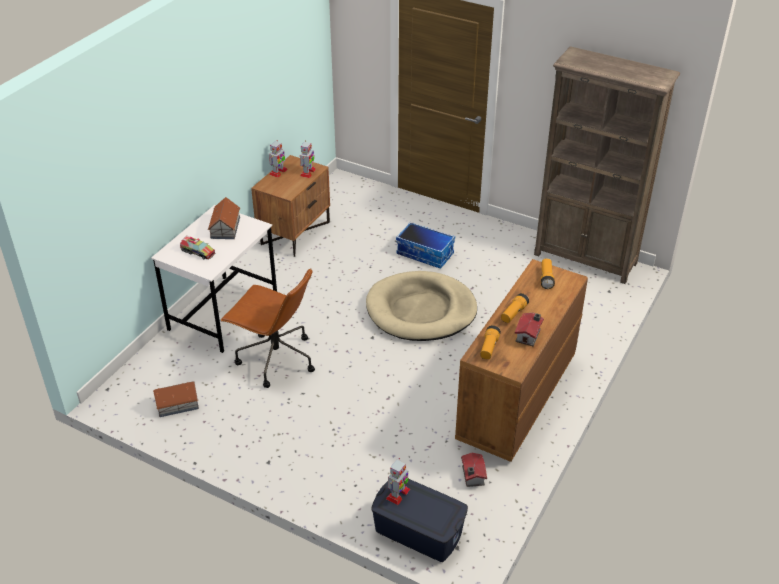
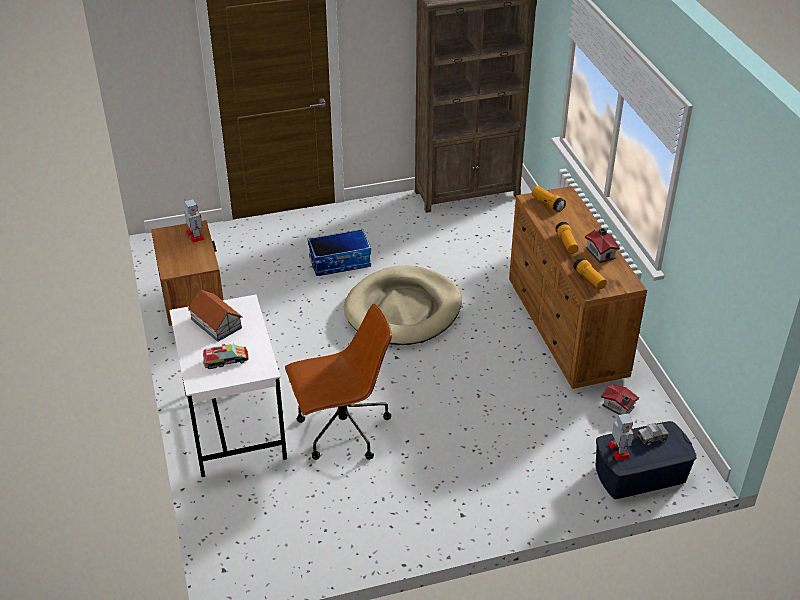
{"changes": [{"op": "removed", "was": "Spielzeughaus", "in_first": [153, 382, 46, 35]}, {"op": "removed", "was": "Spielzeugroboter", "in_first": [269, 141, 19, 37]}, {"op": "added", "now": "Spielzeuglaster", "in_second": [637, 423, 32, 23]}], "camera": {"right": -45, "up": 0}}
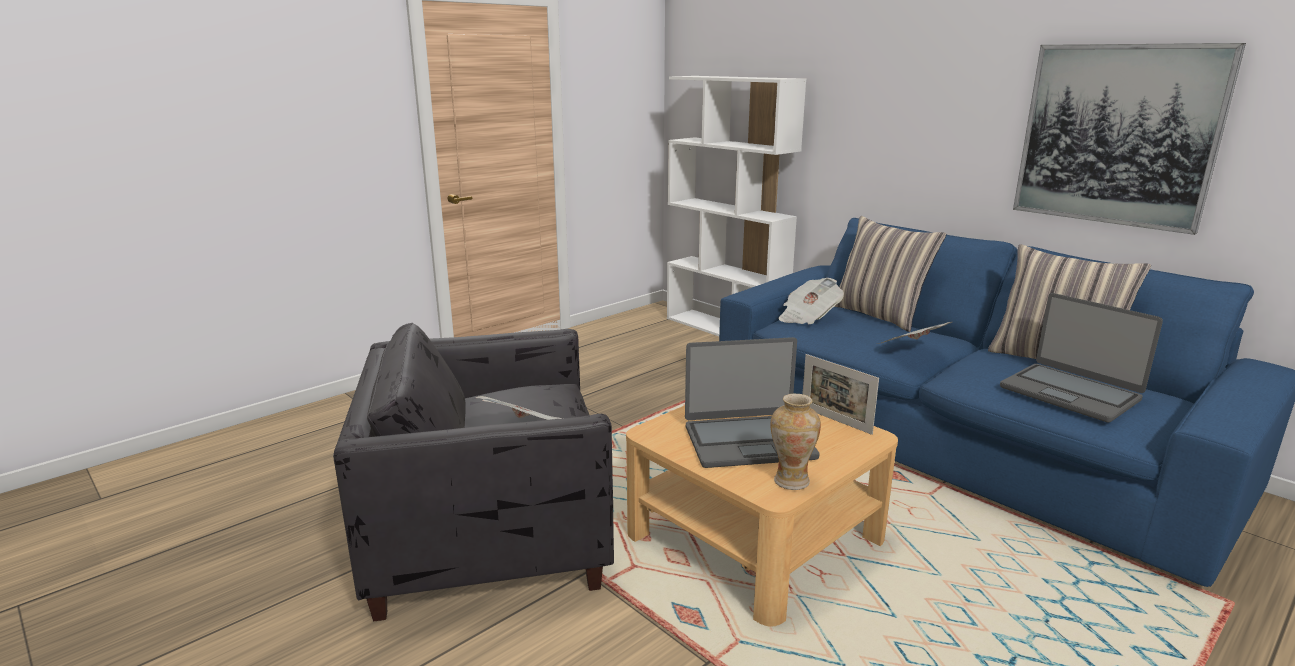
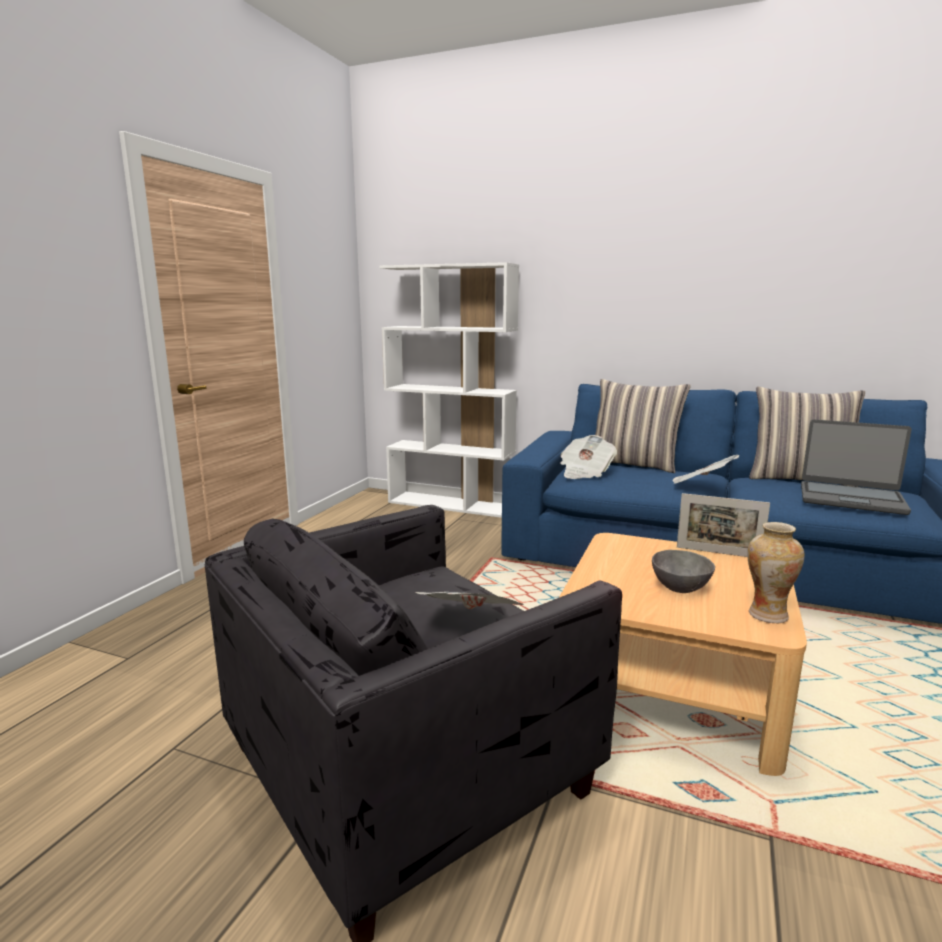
{"changes": [{"op": "replaced", "was": "Laptop", "now": "Schüssel/grau", "in_first": [685, 337, 134, 131], "in_second": [652, 550, 63, 43]}, {"op": "removed", "was": "Bild", "in_first": [1013, 43, 233, 192]}], "camera": {"right": -25, "up": -5}}
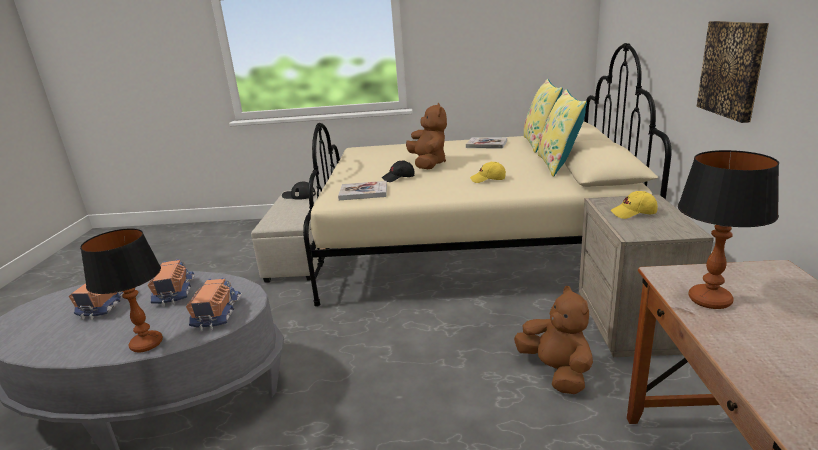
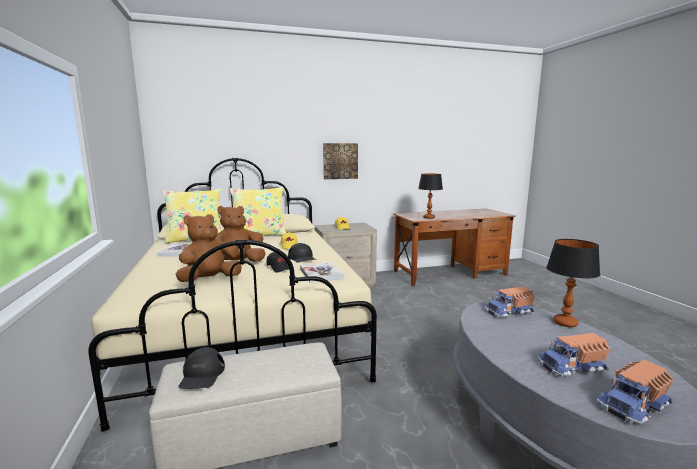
{"changes": [{"op": "moved", "was": "Spielzeuglaster", "in_first": [148, 259, 47, 48], "in_second": [597, 360, 77, 65]}, {"op": "moved", "was": "Plüschtier/braun", "in_first": [514, 286, 79, 108], "in_second": [176, 214, 66, 68]}, {"op": "added", "now": "Kappe/schwarz", "in_second": [288, 243, 28, 20]}], "camera": {"right": -110, "up": -10}}
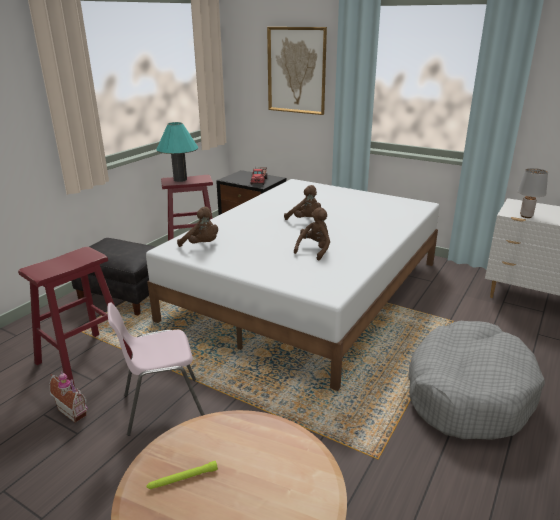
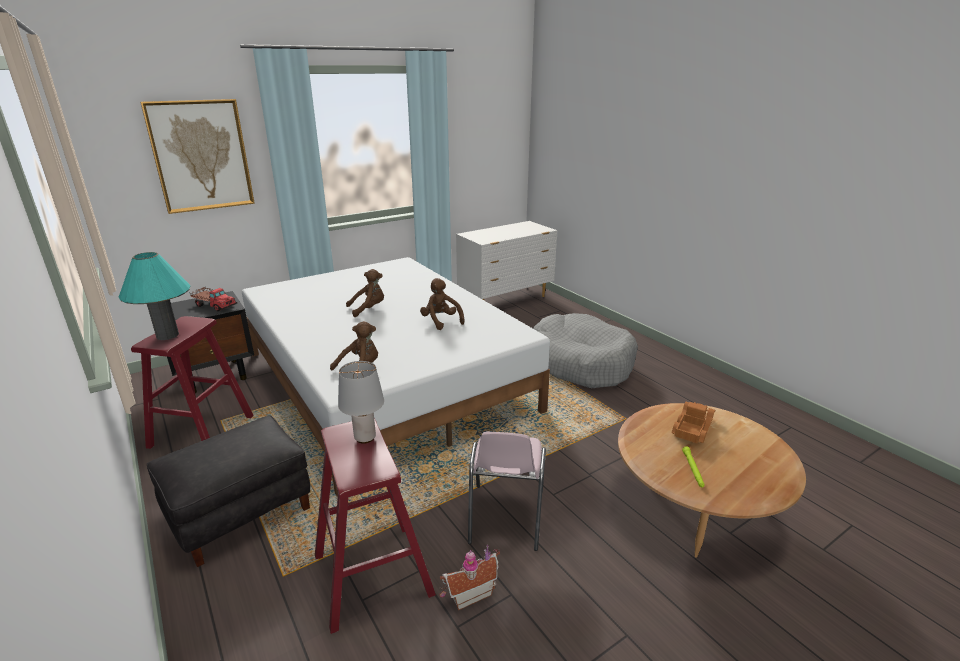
{"changes": [{"op": "moved", "was": "Tischlampe/grau", "in_first": [517, 168, 31, 50], "in_second": [338, 361, 46, 83]}, {"op": "added", "now": "Spielzeuglaster", "in_second": [671, 401, 44, 43]}], "camera": {"right": -65, "up": 0}}
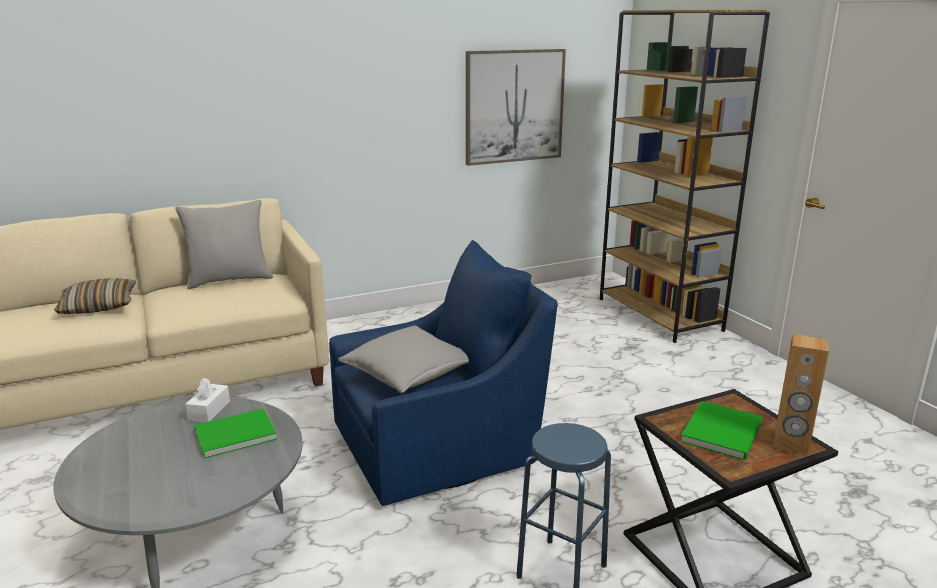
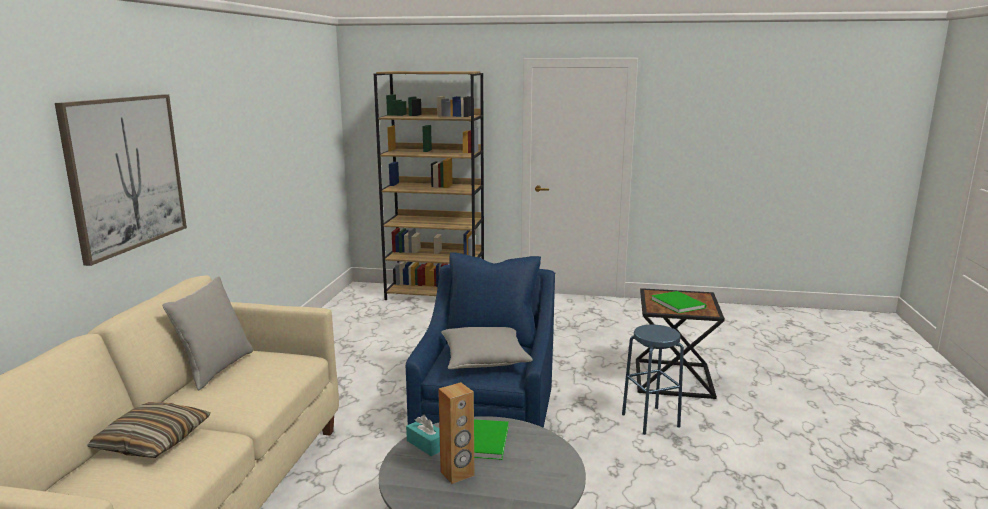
{"changes": [{"op": "recoloured", "was": "Taschentuchbox/weiß", "now": "Taschentuchbox/türkis", "in_first": [185, 378, 45, 44], "in_second": [406, 415, 34, 41]}, {"op": "moved", "was": "Bild", "in_first": [466, 49, 100, 117], "in_second": [55, 94, 132, 172]}, {"op": "moved", "was": "Lautsprecher/braun", "in_first": [774, 334, 55, 121], "in_second": [438, 382, 36, 102]}], "camera": {"right": -55, "up": -5}}
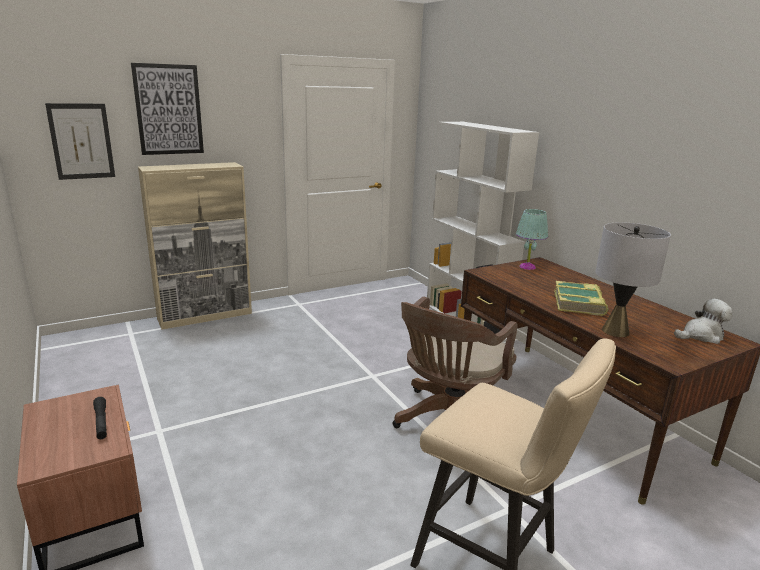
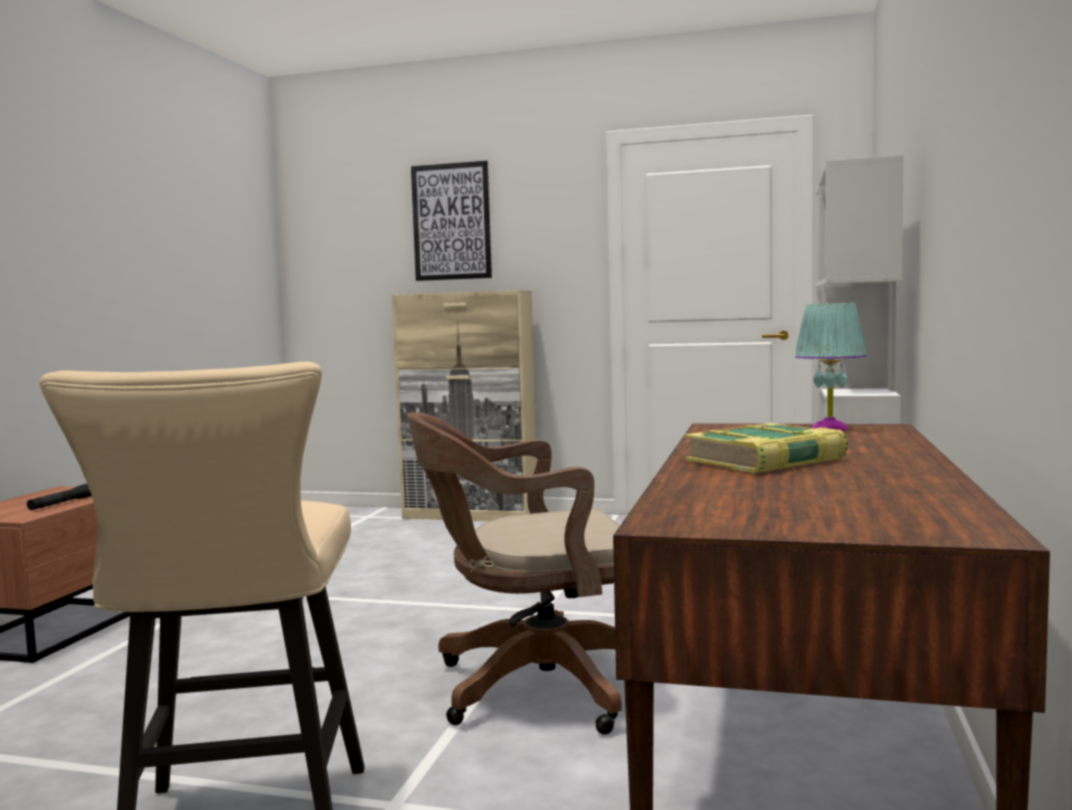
{"changes": [{"op": "removed", "was": "Bild", "in_first": [45, 103, 70, 77]}, {"op": "removed", "was": "Tischlampe/grau", "in_first": [595, 222, 76, 115]}, {"op": "removed", "was": "Plüschtier", "in_first": [674, 299, 58, 45]}], "camera": {"right": 45, "up": -15}}
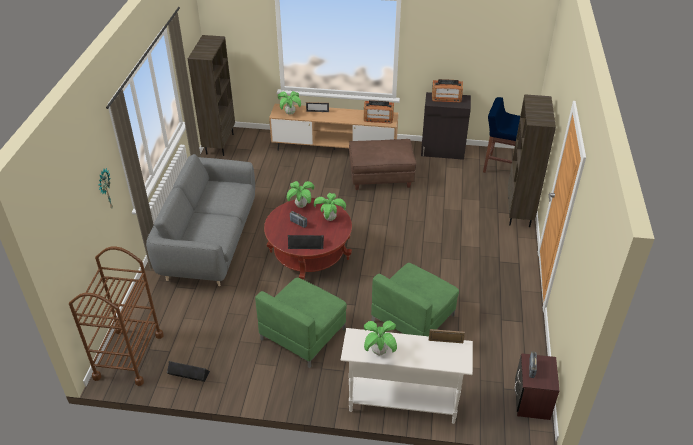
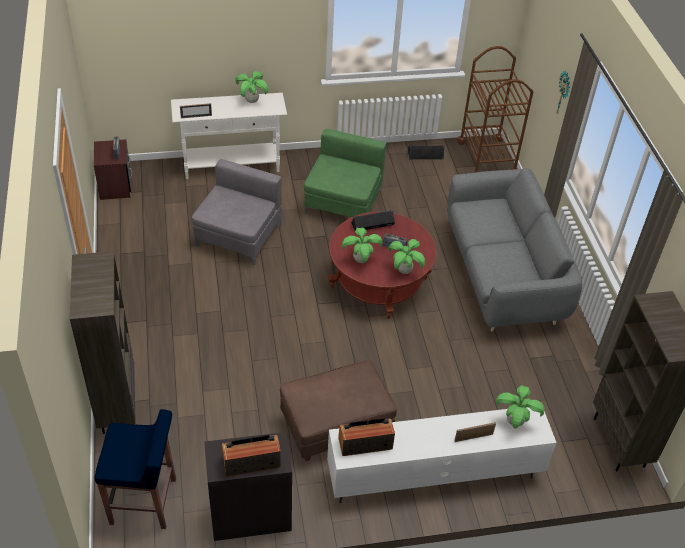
{"changes": [{"op": "recoloured", "was": "Fernsehschrank/braun", "now": "Fernsehschrank/weiß", "in_first": [269, 104, 129, 47], "in_second": [327, 407, 230, 96]}, {"op": "recoloured", "was": "Sessel/grün", "now": "Sessel/grau", "in_first": [371, 263, 88, 73], "in_second": [192, 159, 90, 106]}], "camera": {"right": 160, "up": 5}}
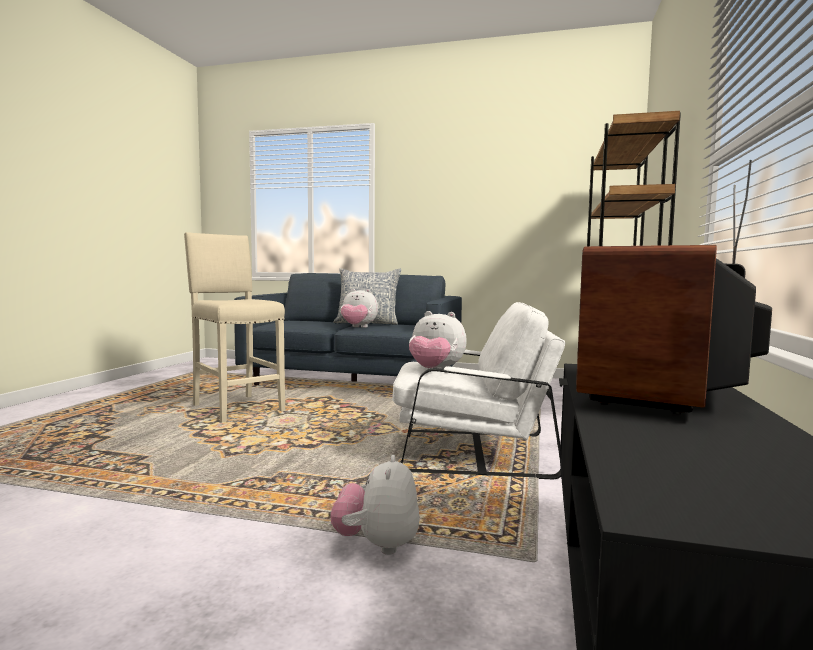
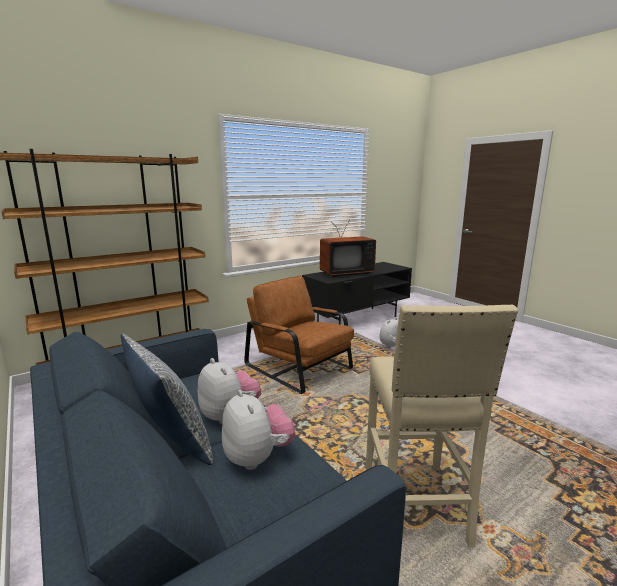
{"changes": [{"op": "recoloured", "was": "Sessel/weiß", "now": "Sessel/braun", "in_first": [392, 302, 174, 178], "in_second": [244, 275, 110, 119]}, {"op": "moved", "was": "Plüschtier", "in_first": [409, 311, 58, 58], "in_second": [222, 390, 73, 80]}], "camera": {"right": -140, "up": 10}}
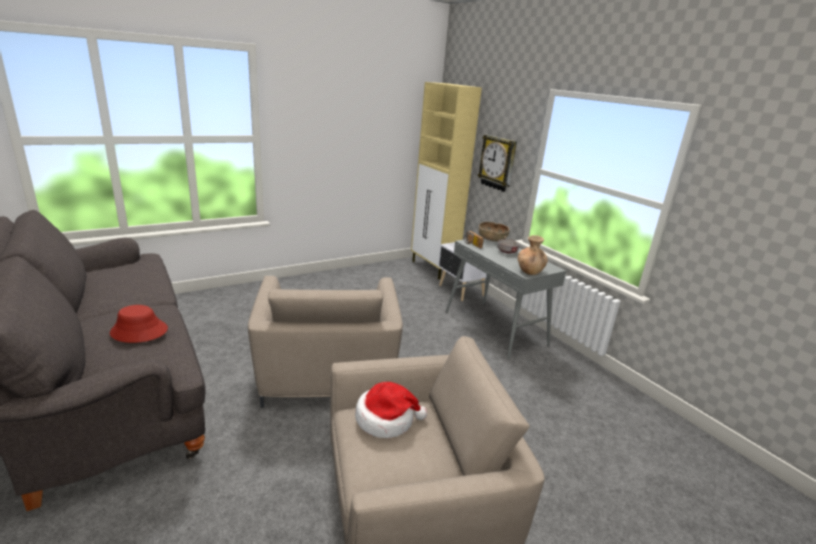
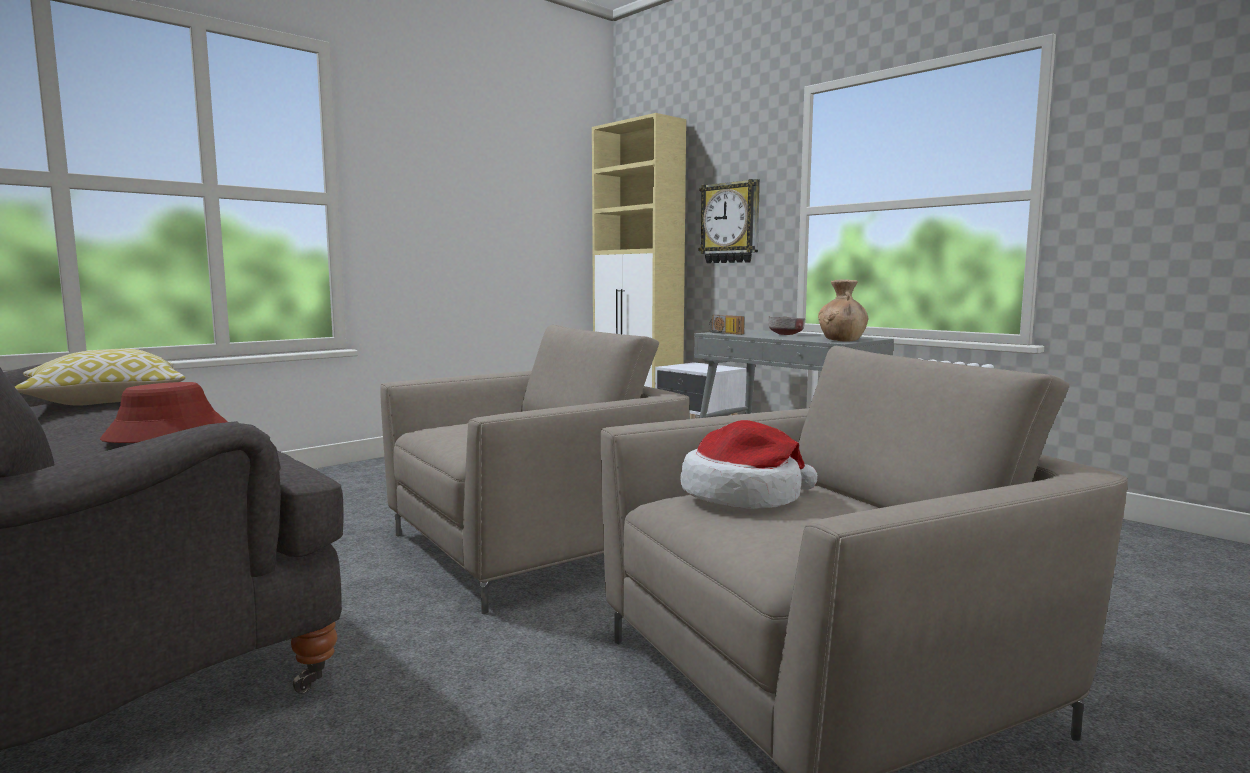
{"changes": [{"op": "turned", "was": "Sessel/beige", "in_first": [248, 276, 155, 132], "in_second": [380, 325, 309, 289], "clockwise": -105}, {"op": "removed", "was": "Schüssel/braun", "in_first": [479, 222, 30, 20]}, {"op": "added", "now": "Kissen", "in_second": [15, 349, 171, 56]}], "camera": {"right": -10, "up": -15}}
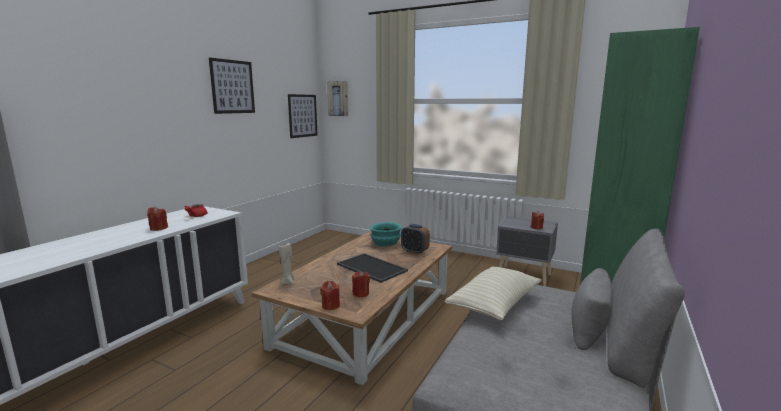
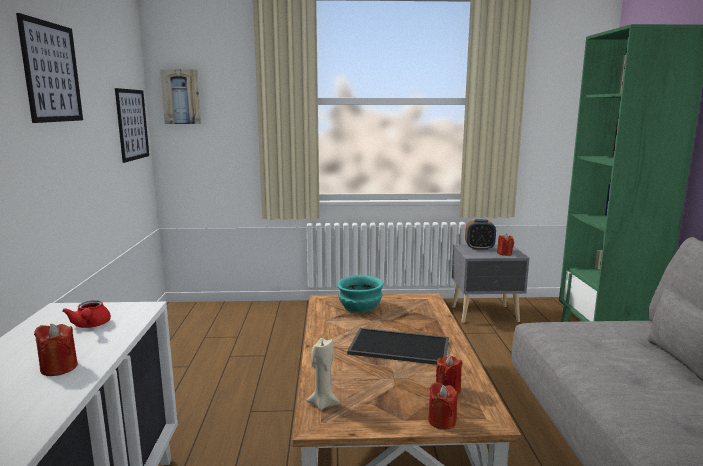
{"changes": [{"op": "moved", "was": "Wecker", "in_first": [401, 224, 29, 31], "in_second": [465, 219, 31, 31]}, {"op": "removed", "was": "Kissen/beige", "in_first": [445, 267, 97, 53]}], "camera": {"right": -30, "up": 0}}
